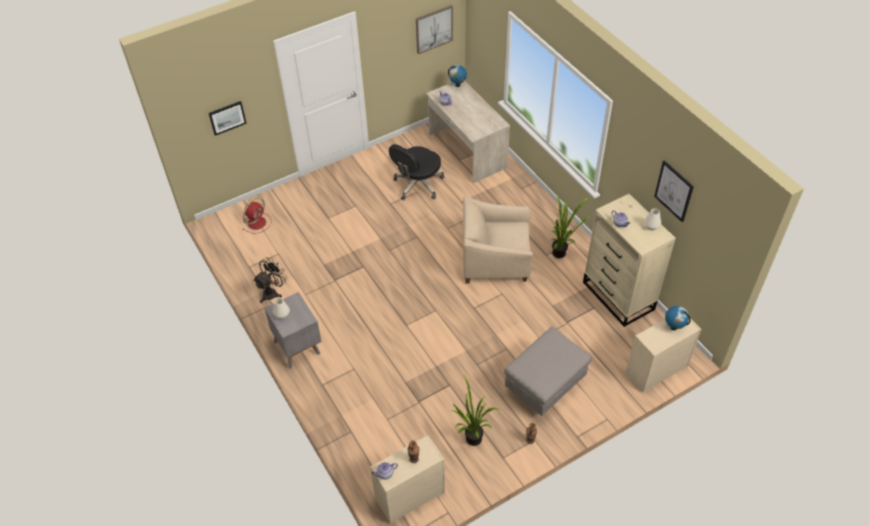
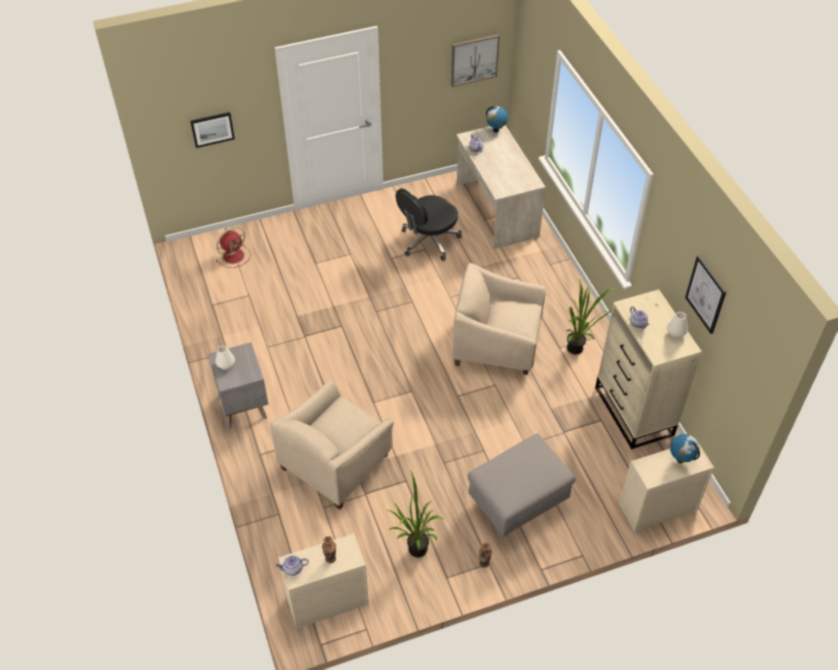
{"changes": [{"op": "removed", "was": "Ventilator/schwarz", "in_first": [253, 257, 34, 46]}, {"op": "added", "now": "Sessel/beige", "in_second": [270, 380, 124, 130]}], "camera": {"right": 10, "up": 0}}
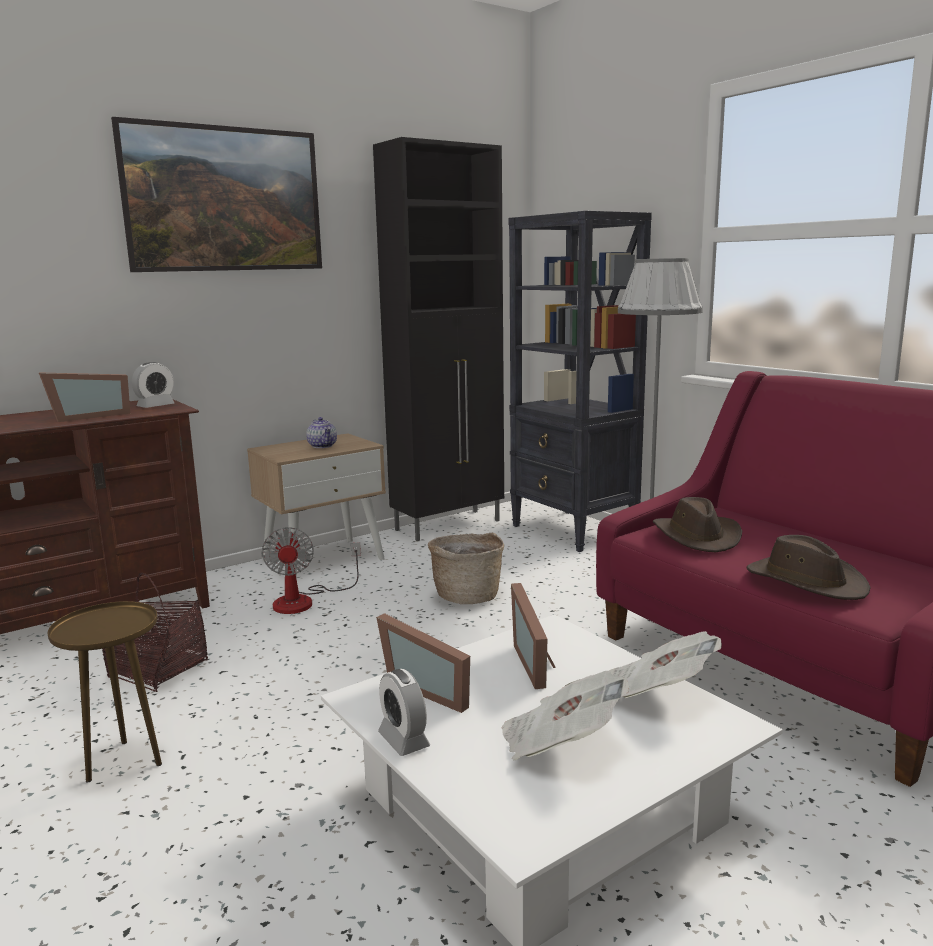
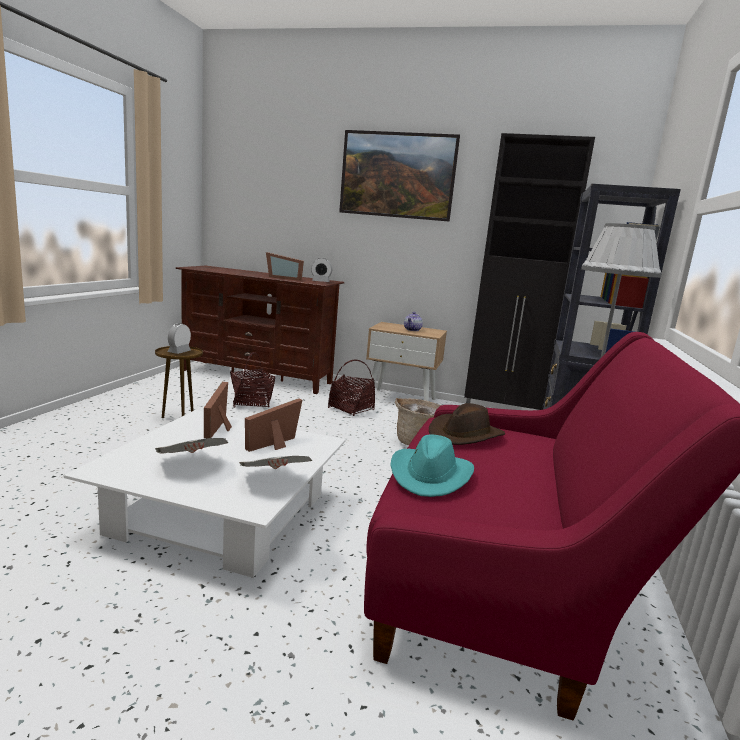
{"changes": [{"op": "replaced", "was": "Ventilator", "now": "Korb", "in_first": [261, 527, 100, 87], "in_second": [328, 360, 47, 56]}, {"op": "moved", "was": "Wecker", "in_first": [378, 669, 52, 87], "in_second": [168, 323, 23, 31]}, {"op": "recoloured", "was": "Hut/braun", "now": "Hut/türkis", "in_first": [746, 535, 125, 65], "in_second": [390, 435, 84, 62]}], "camera": {"right": 50, "up": 0}}
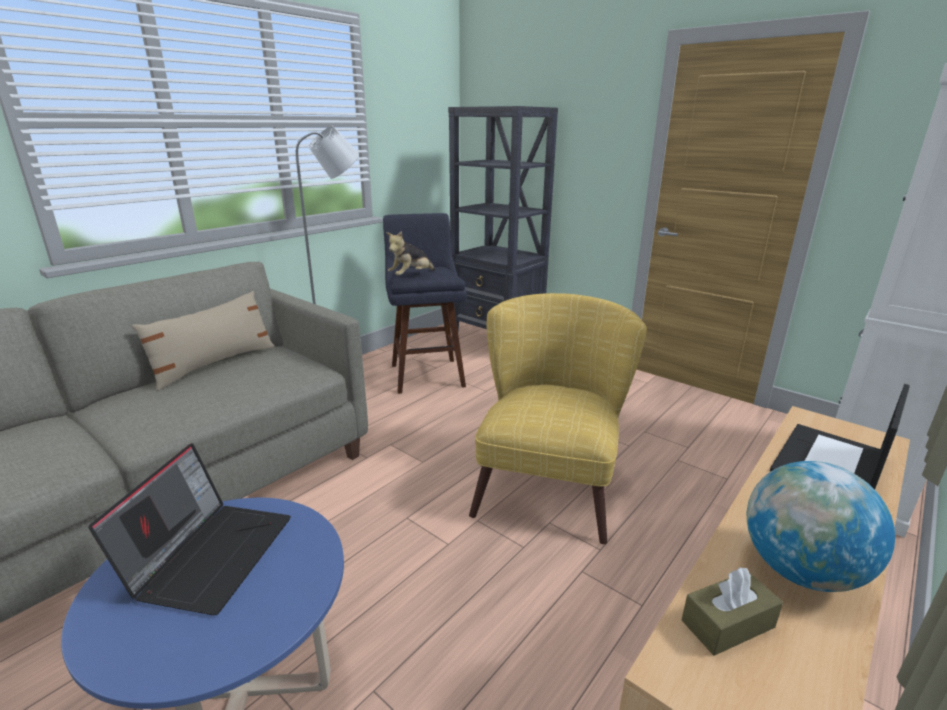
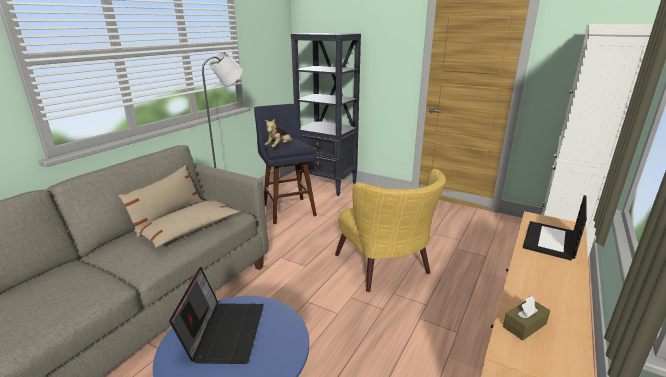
{"changes": [{"op": "turned", "was": "Sessel/gelb", "in_first": [469, 293, 178, 251], "in_second": [335, 169, 111, 123], "clockwise": 150}, {"op": "removed", "was": "Globus", "in_first": [747, 461, 148, 131]}, {"op": "added", "now": "Kissen/beige", "in_second": [134, 199, 105, 49]}], "camera": {"right": -10, "up": 0}}
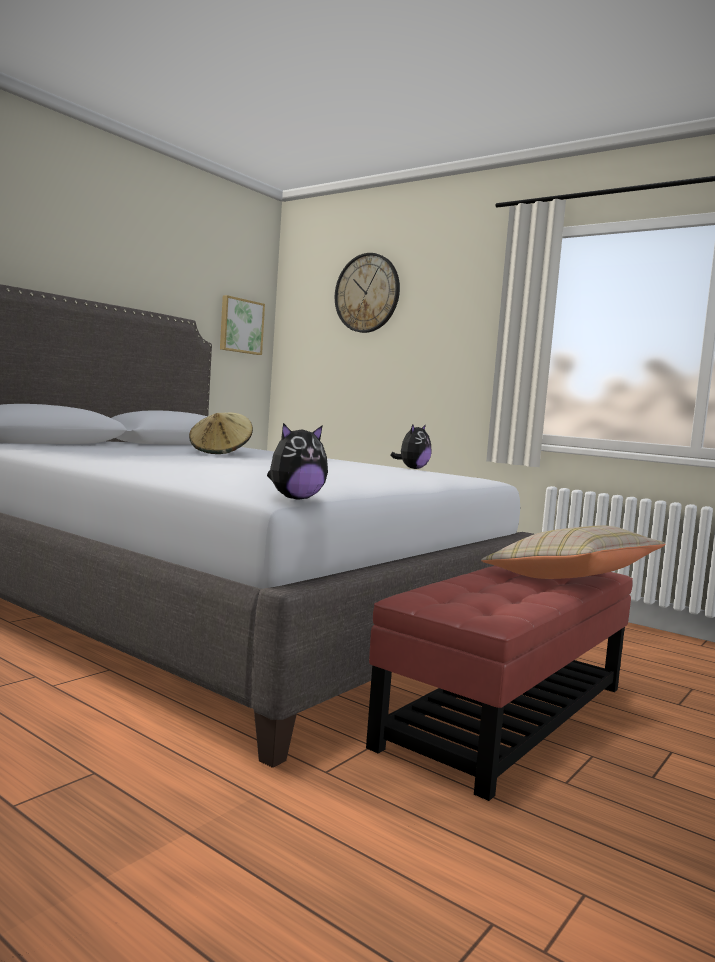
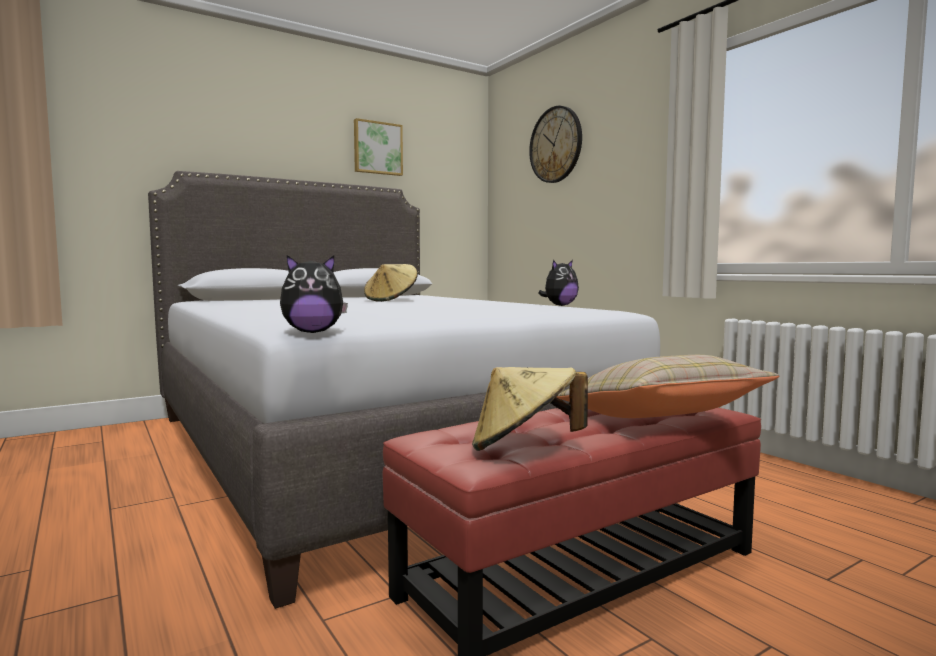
{"changes": [{"op": "moved", "was": "Bild", "in_first": [220, 295, 45, 60], "in_second": [354, 118, 49, 58]}, {"op": "added", "now": "Hut/beige", "in_second": [472, 367, 116, 84]}], "camera": {"right": 20, "up": 0}}
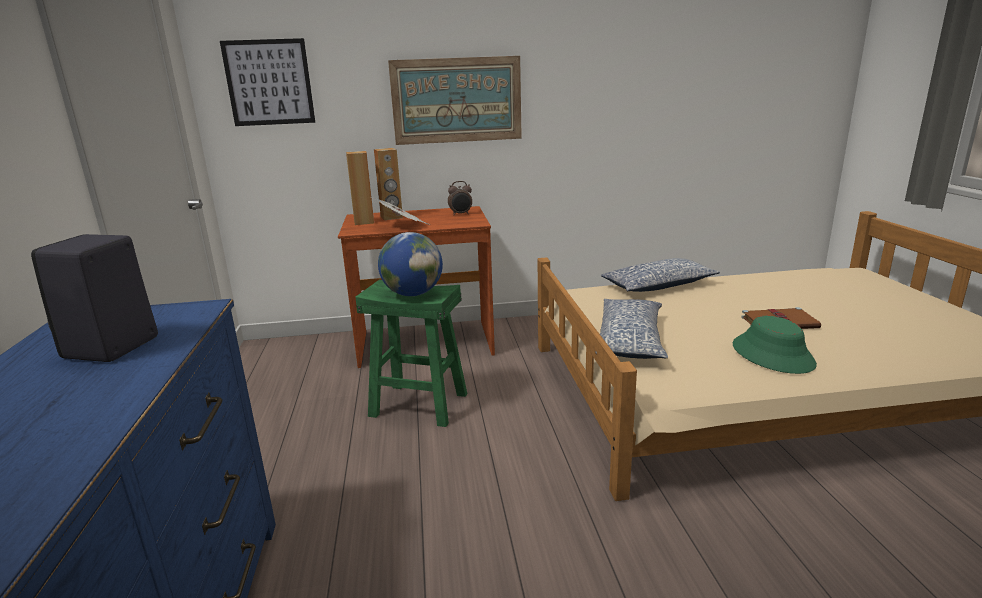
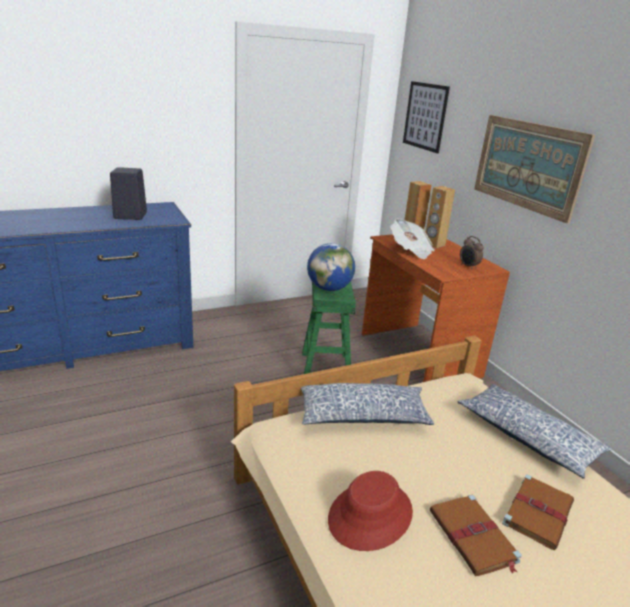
{"changes": [{"op": "recoloured", "was": "Hut/grün", "now": "Hut/rot", "in_first": [733, 316, 84, 58], "in_second": [328, 471, 85, 80]}, {"op": "added", "now": "Buch/braun", "in_second": [502, 474, 72, 76]}], "camera": {"right": 70, "up": 5}}
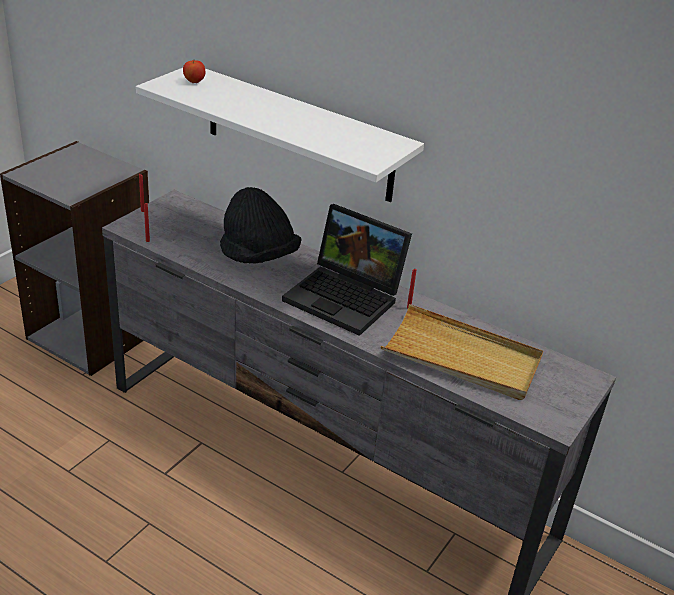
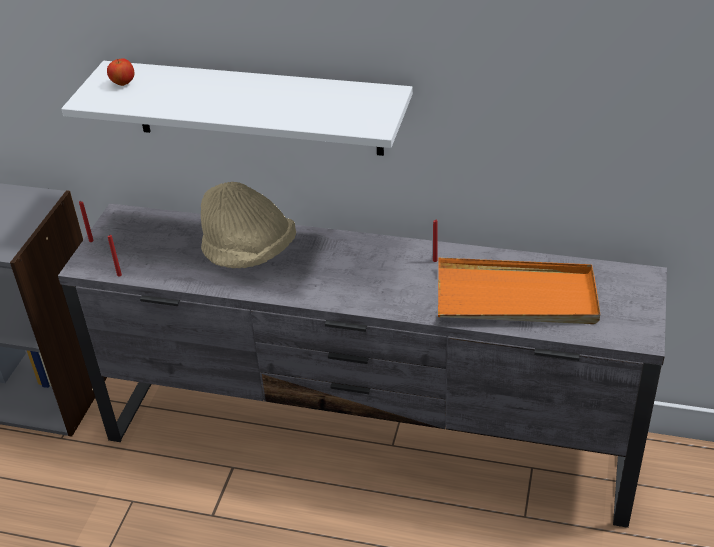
{"changes": [{"op": "recoloured", "was": "Hut/schwarz", "now": "Hut/beige", "in_first": [220, 187, 82, 76], "in_second": [201, 182, 95, 86]}, {"op": "removed", "was": "Laptop", "in_first": [282, 204, 130, 132]}, {"op": "recoloured", "was": "Tablett/beige", "now": "Tablett/orange", "in_first": [381, 304, 162, 96], "in_second": [438, 258, 162, 66]}], "camera": {"right": -15, "up": 5}}
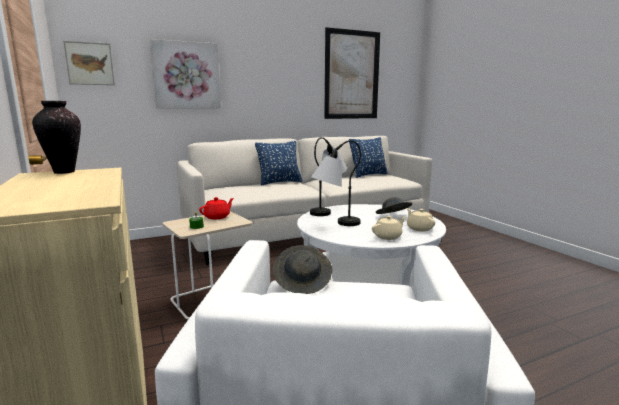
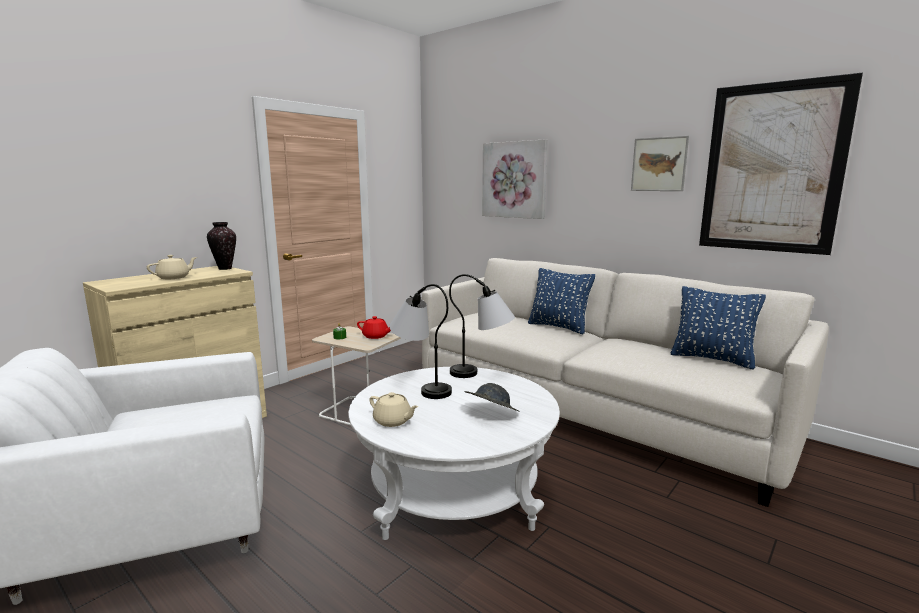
{"changes": [{"op": "moved", "was": "Bild", "in_first": [63, 41, 52, 44], "in_second": [631, 136, 58, 55]}, {"op": "removed", "was": "Hut/grau", "in_first": [273, 245, 59, 49]}, {"op": "moved", "was": "Teekanne/beige", "in_first": [407, 208, 28, 23], "in_second": [147, 255, 50, 24]}], "camera": {"right": 65, "up": 0}}
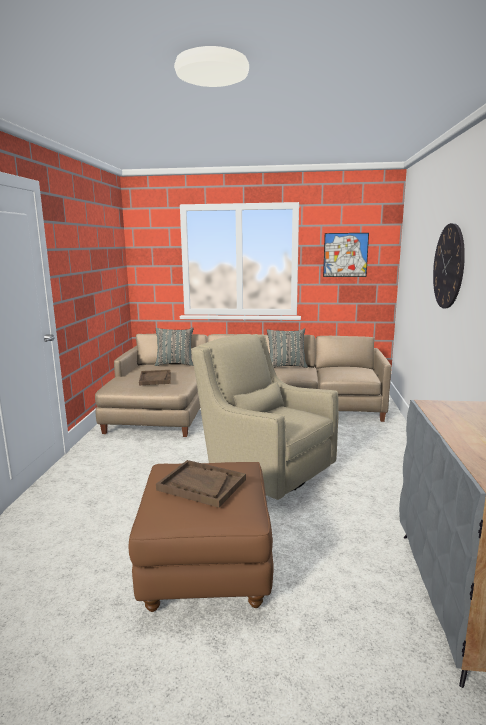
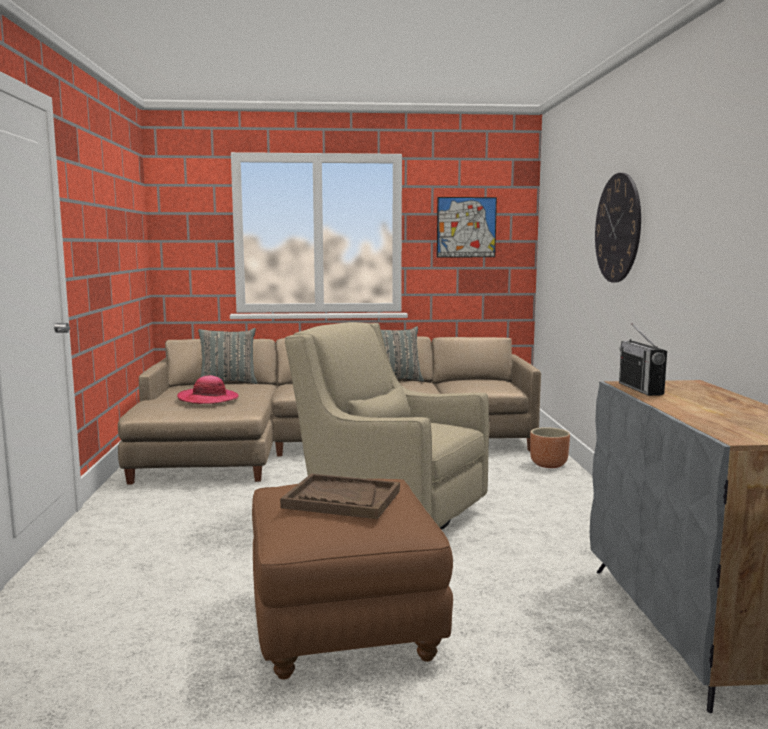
{"changes": [{"op": "replaced", "was": "Tablett/braun", "now": "Hut", "in_first": [139, 370, 32, 15], "in_second": [177, 375, 62, 29]}, {"op": "added", "now": "Pflanzkübel/braun", "in_second": [530, 427, 40, 41]}, {"op": "added", "now": "Radio", "in_second": [619, 323, 48, 73]}], "camera": {"right": -10, "up": -5}}
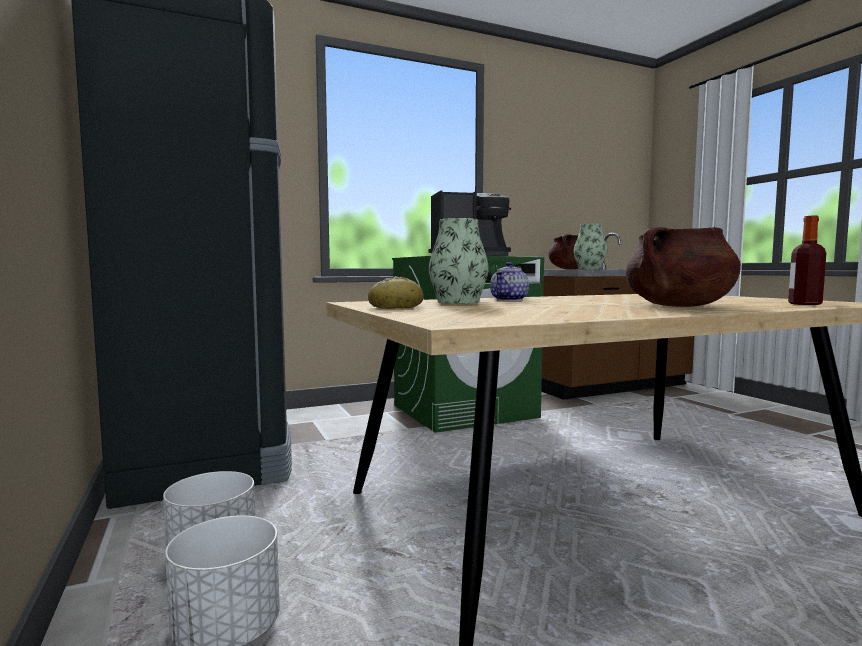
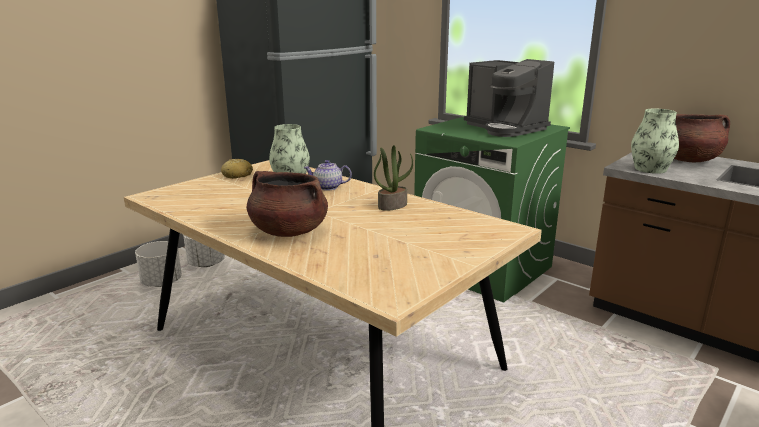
{"changes": [{"op": "removed", "was": "Flasche", "in_first": [788, 216, 38, 89]}, {"op": "added", "now": "Topfpflanze", "in_second": [374, 145, 39, 66]}], "camera": {"right": 65, "up": 15}}
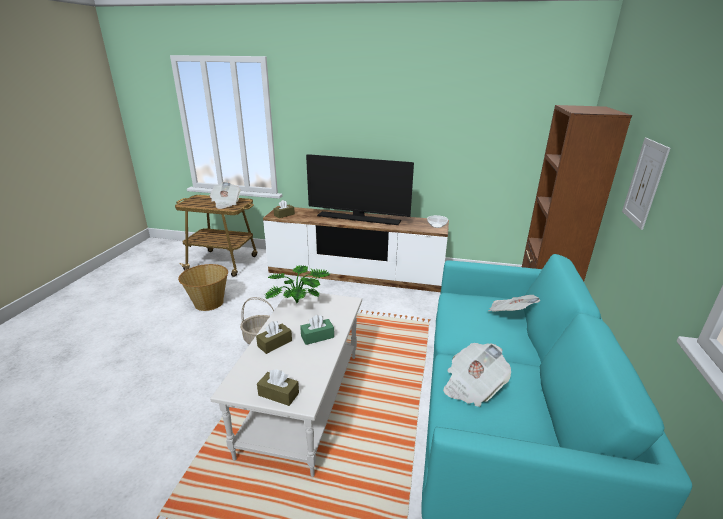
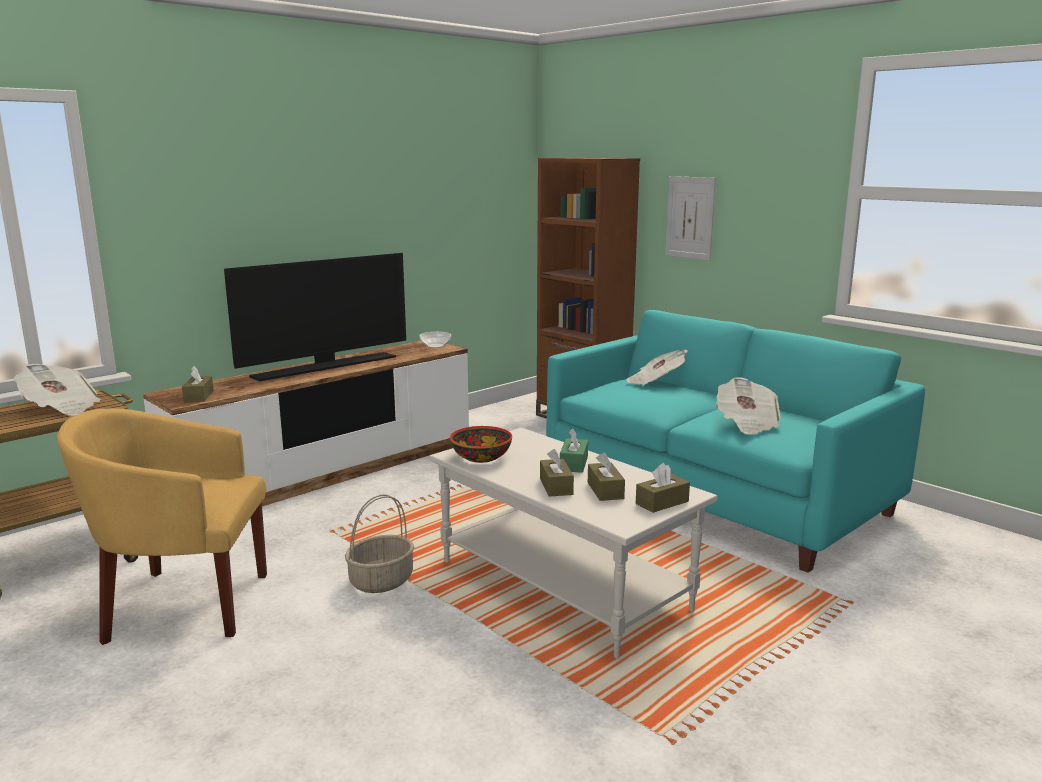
{"changes": [{"op": "replaced", "was": "Korb", "now": "Sessel/gelb", "in_first": [178, 264, 50, 47], "in_second": [57, 409, 210, 236]}, {"op": "replaced", "was": "Topfpflanze", "now": "Schüssel", "in_first": [266, 265, 64, 38], "in_second": [450, 426, 62, 37]}, {"op": "added", "now": "Taschentuchbox/braun", "in_second": [588, 453, 37, 48]}], "camera": {"right": -55, "up": -10}}
